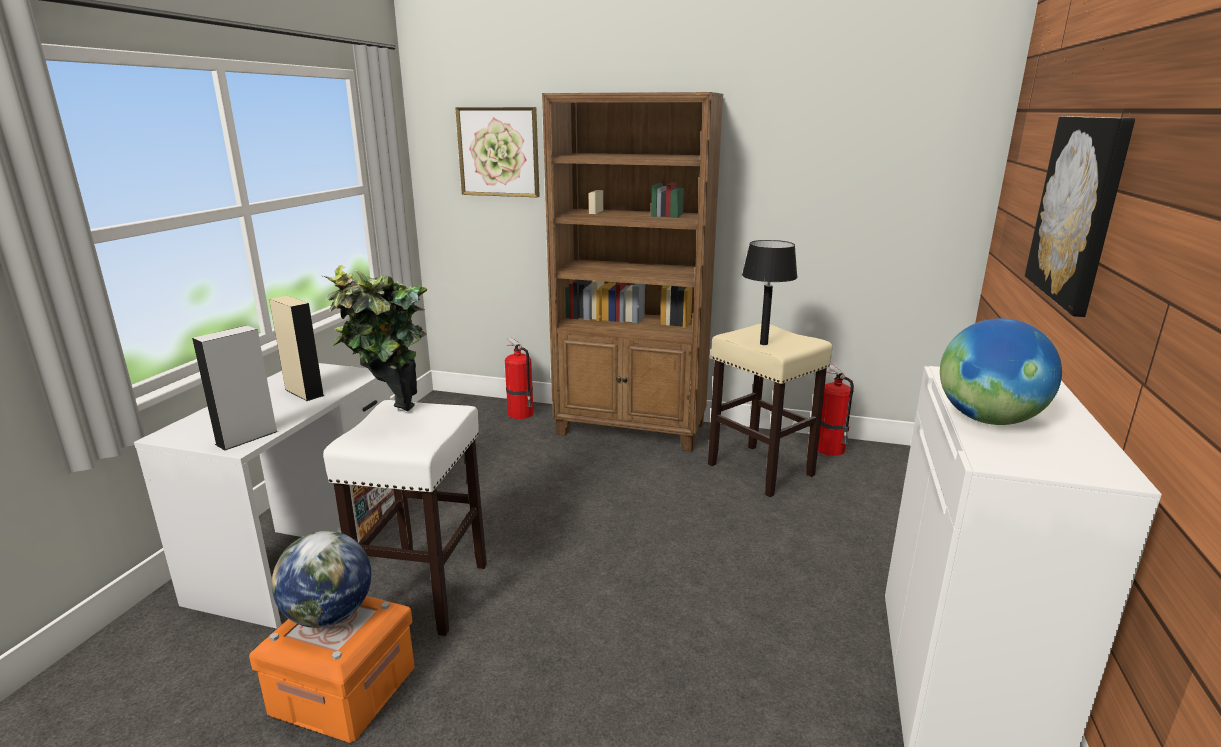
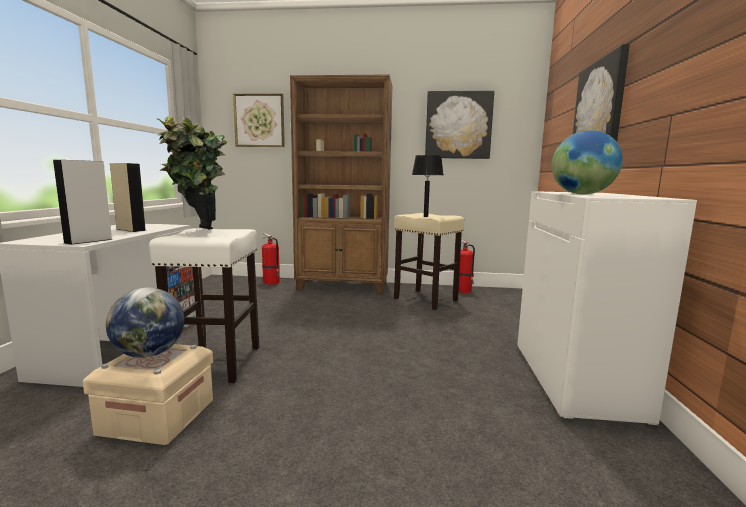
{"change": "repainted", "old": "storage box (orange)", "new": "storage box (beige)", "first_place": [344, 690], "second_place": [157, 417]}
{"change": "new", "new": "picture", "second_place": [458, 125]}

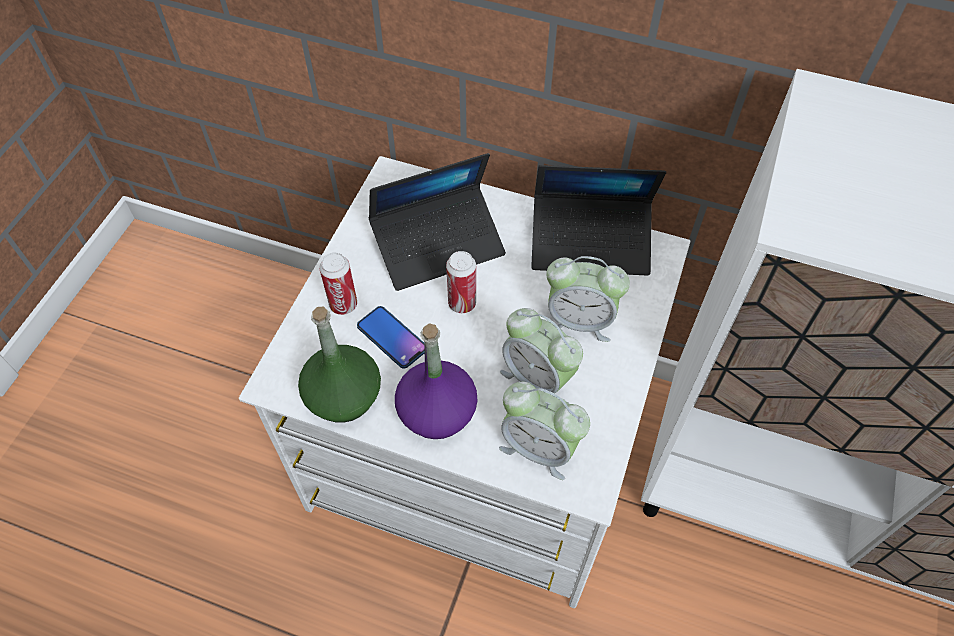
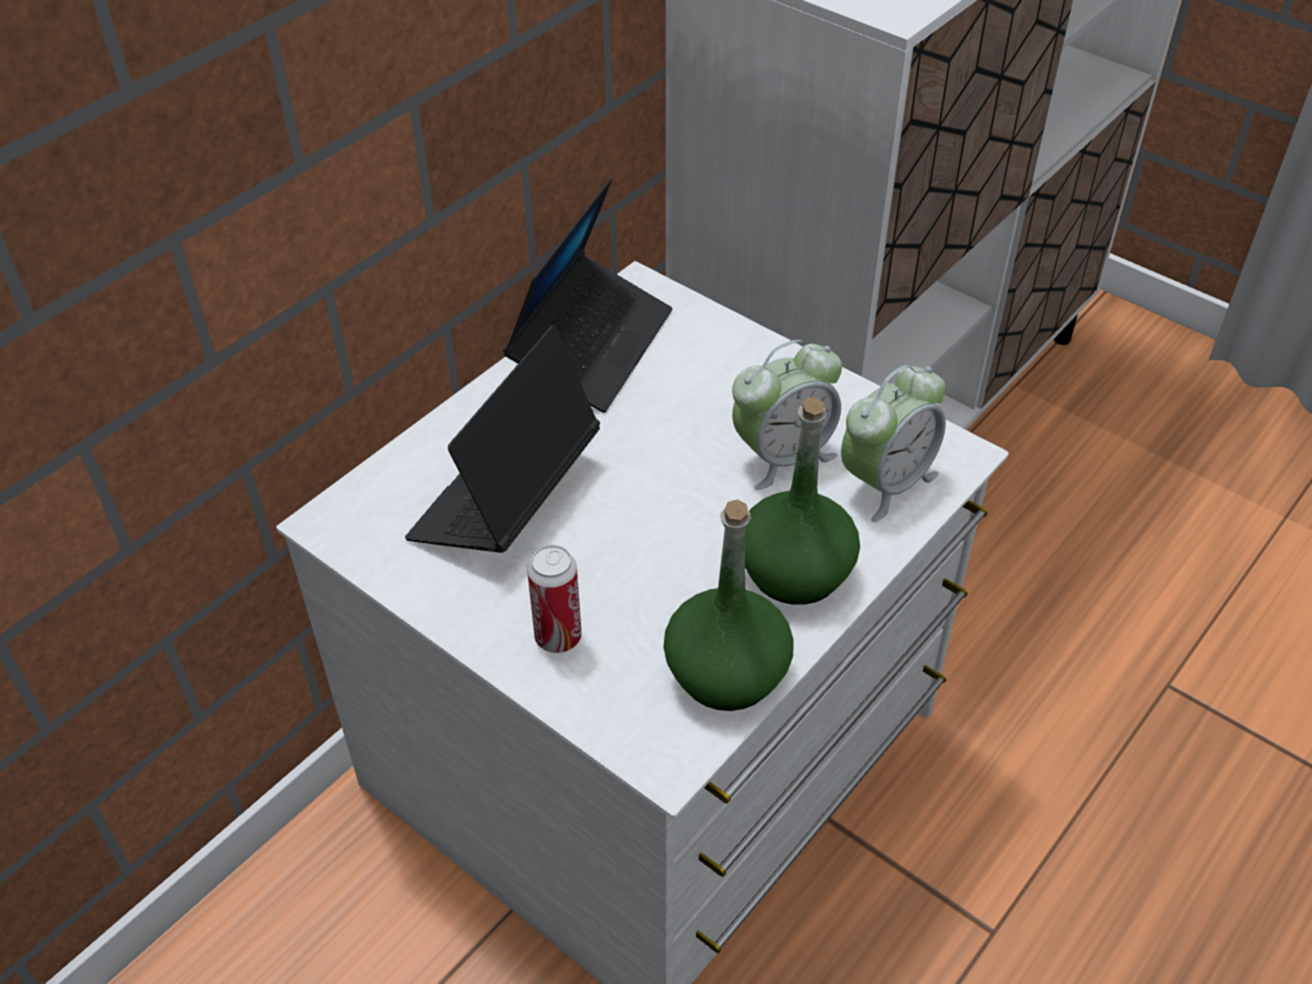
{"change": "rotated", "old": "laptop", "first_place": [438, 245], "second_place": [506, 498], "degrees": -150}
{"change": "repainted", "old": "bottle (purple)", "new": "bottle (green)", "first_place": [437, 412], "second_place": [796, 571]}
{"change": "gone", "old": "phone", "first_place": [392, 338]}
{"change": "gone", "old": "can", "first_place": [462, 303]}
{"change": "gone", "old": "alarm clock", "first_place": [579, 320]}

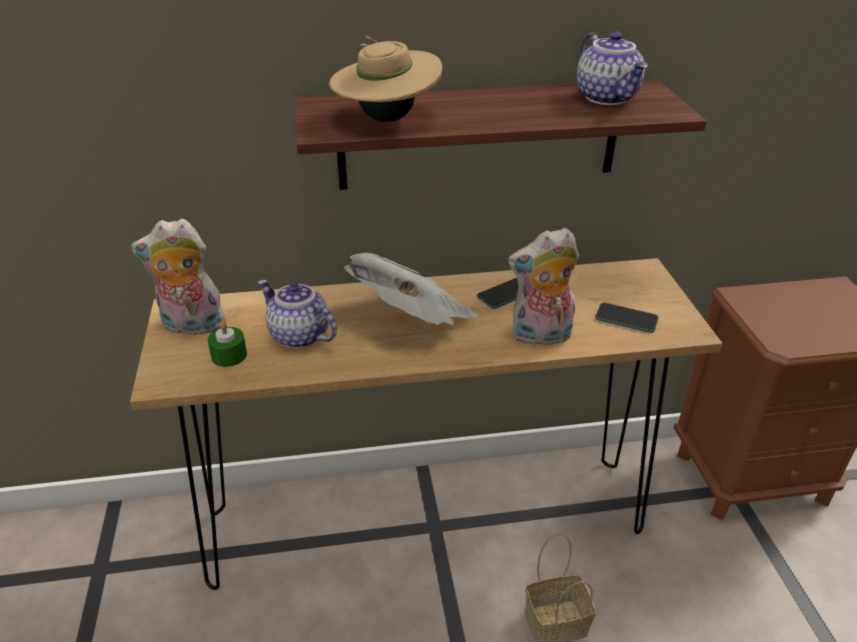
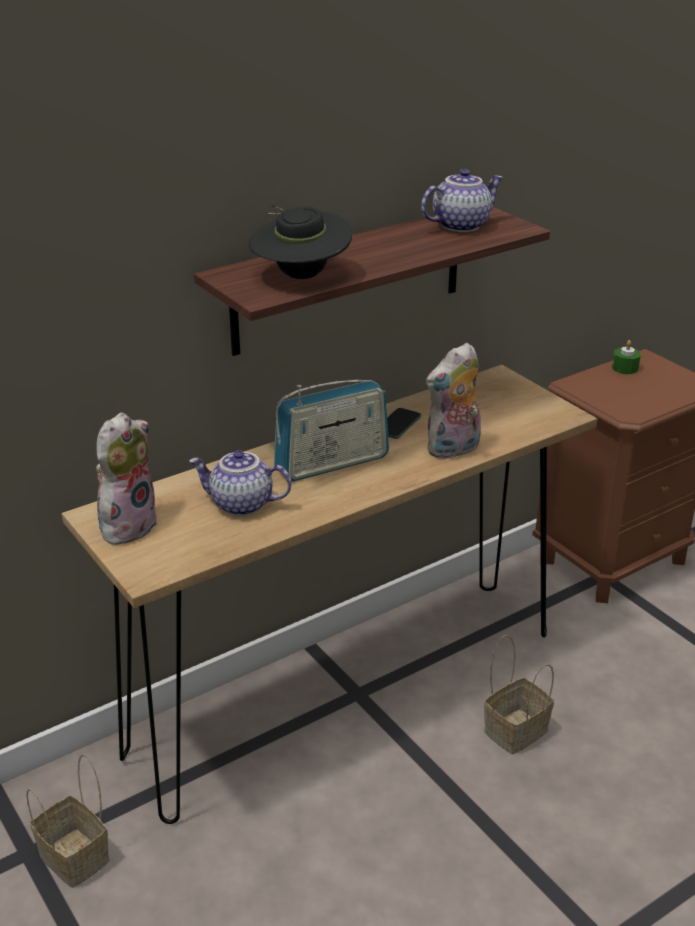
{"change": "new", "new": "basket", "second_place": [77, 858]}
{"change": "rotated", "old": "plush toy", "first_place": [191, 326], "second_place": [127, 525], "degrees": 150}
{"change": "repainted", "old": "hat (beige)", "new": "hat (black)", "first_place": [386, 118], "second_place": [300, 276]}
{"change": "swapped", "old": "newspaper", "new": "radio", "first_place": [412, 317], "second_place": [332, 463]}
{"change": "rotated", "old": "teapot", "first_place": [608, 97], "second_place": [460, 225], "degrees": -75}
{"change": "shifted", "old": "candle (green)", "first_place": [229, 355], "second_place": [625, 368]}
{"change": "gone", "old": "phone", "first_place": [626, 319]}

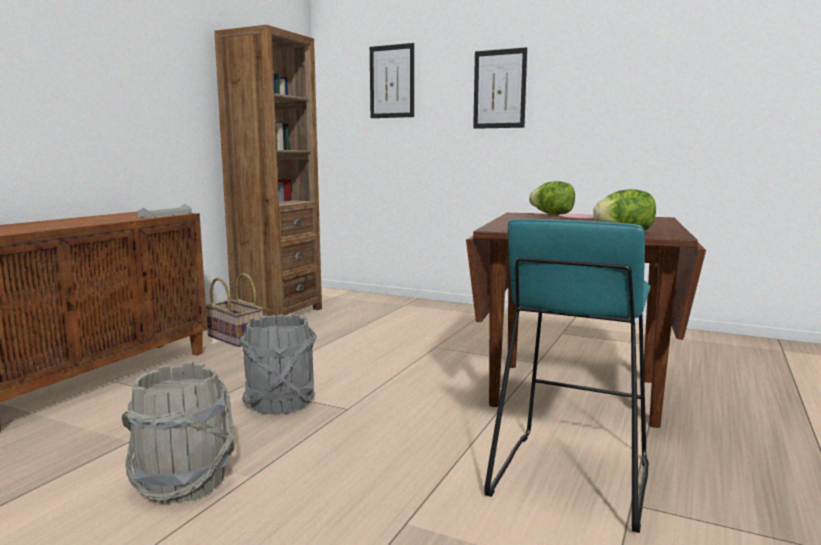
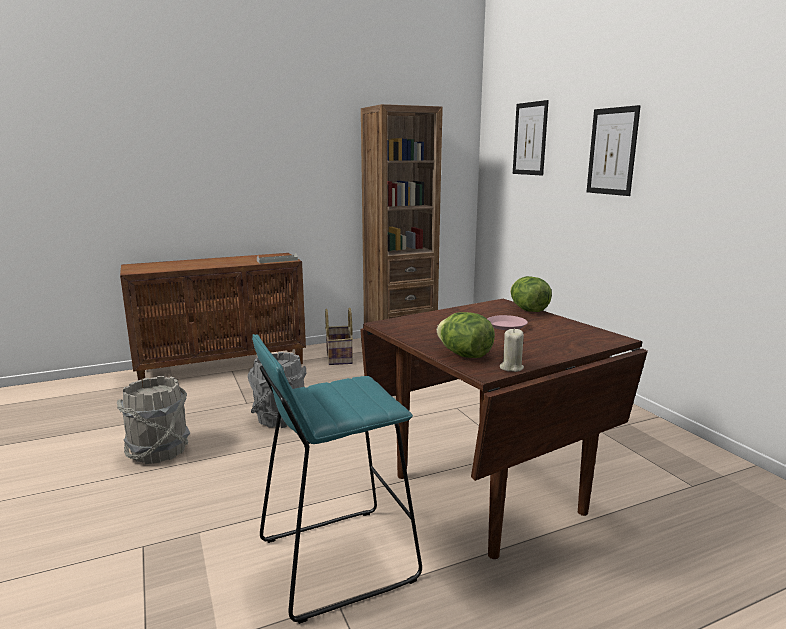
{"change": "new", "new": "candle (beige)", "second_place": [511, 367]}

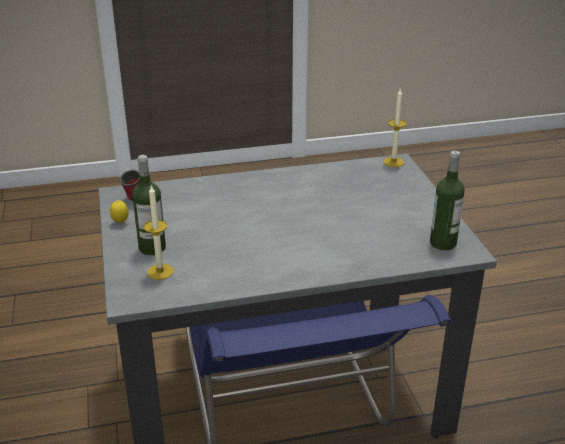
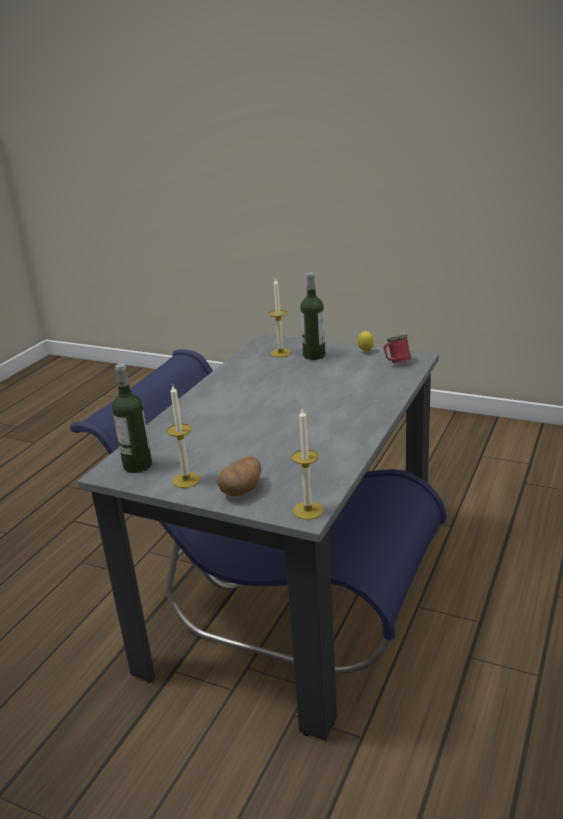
{"change": "new", "new": "candle", "second_place": [186, 480]}
{"change": "new", "new": "potato", "second_place": [242, 490]}

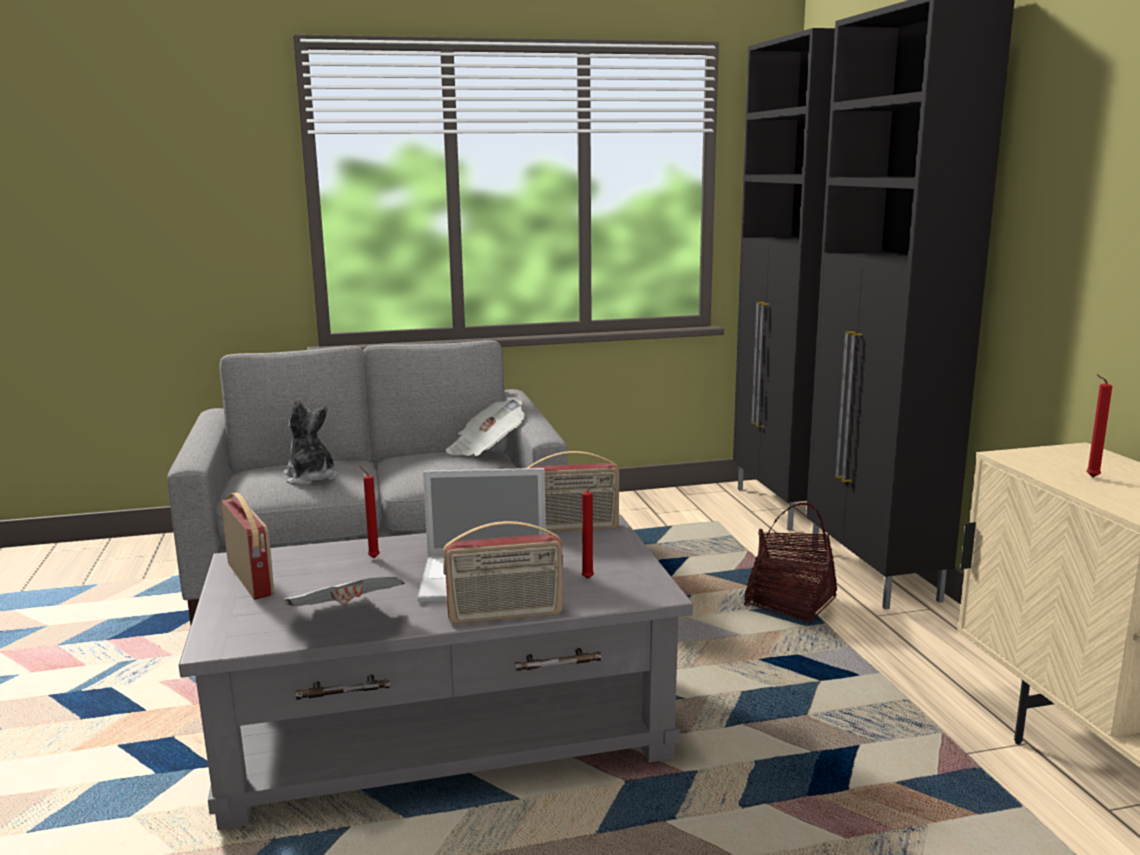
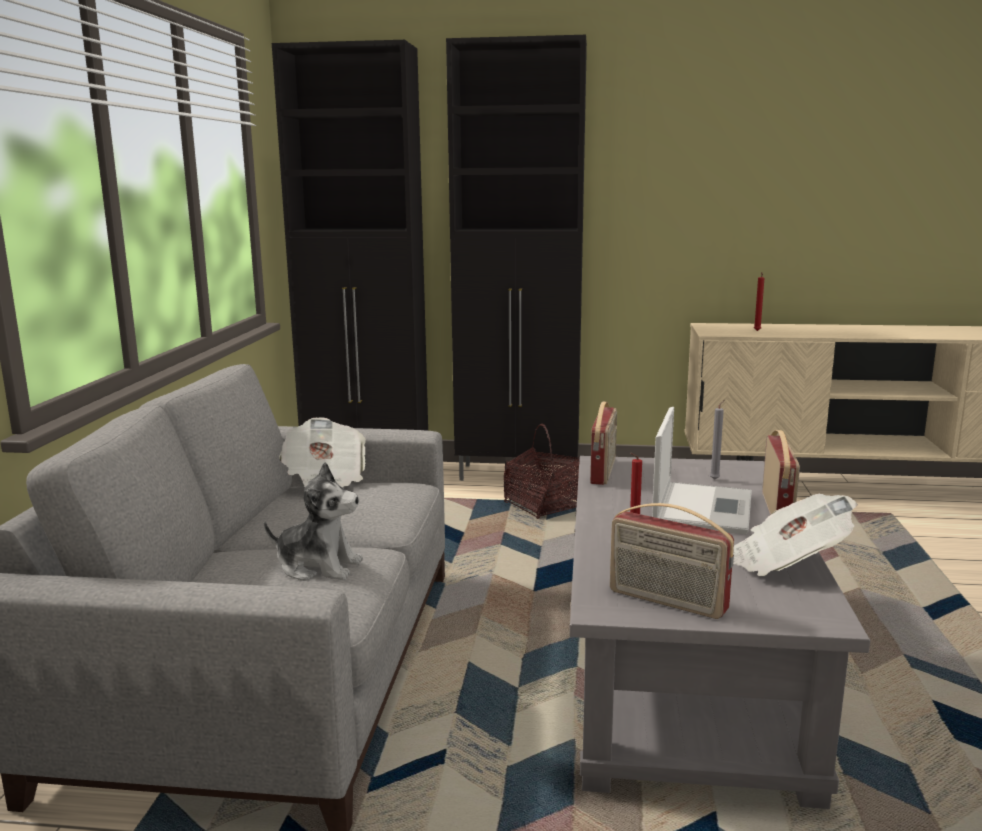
{"change": "rotated", "old": "plush toy", "first_place": [311, 478], "second_place": [318, 566], "degrees": -150}
{"change": "rotated", "old": "radio", "first_place": [251, 579], "second_place": [666, 601], "degrees": -135}
{"change": "repainted", "old": "candle (red)", "new": "candle (grey)", "first_place": [589, 579], "second_place": [715, 479]}

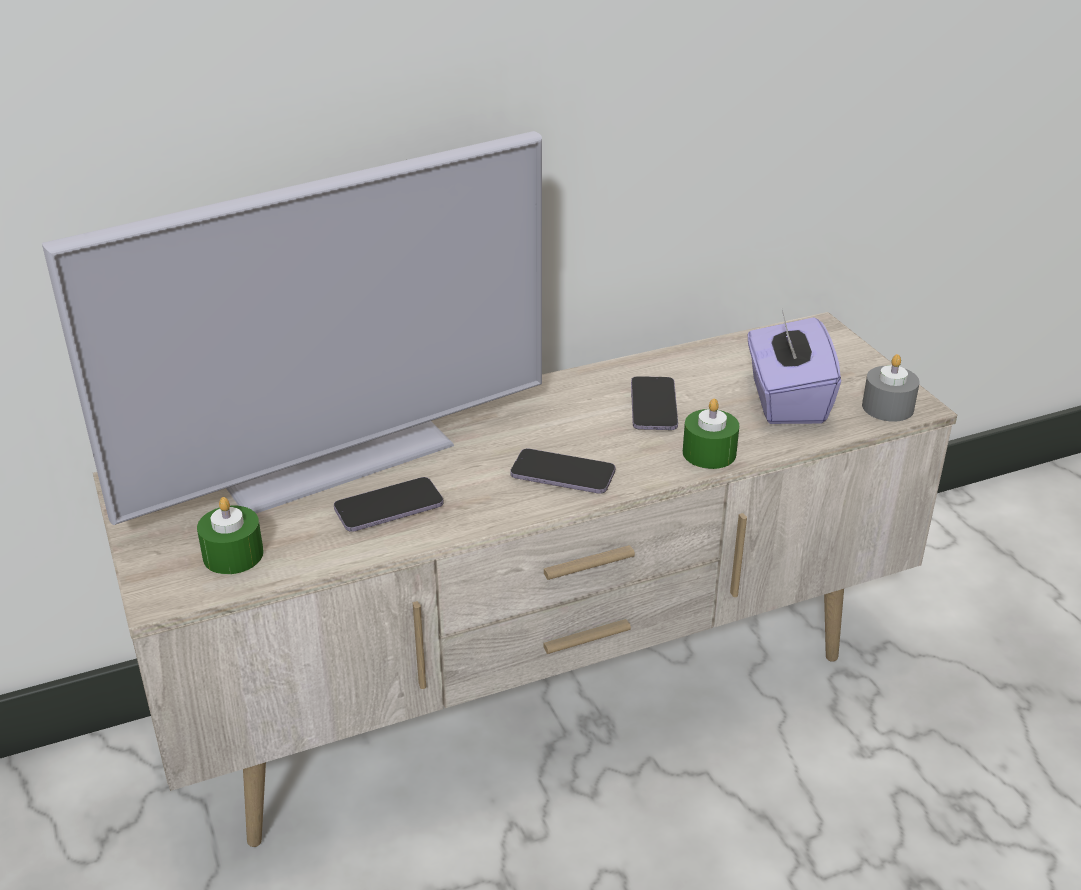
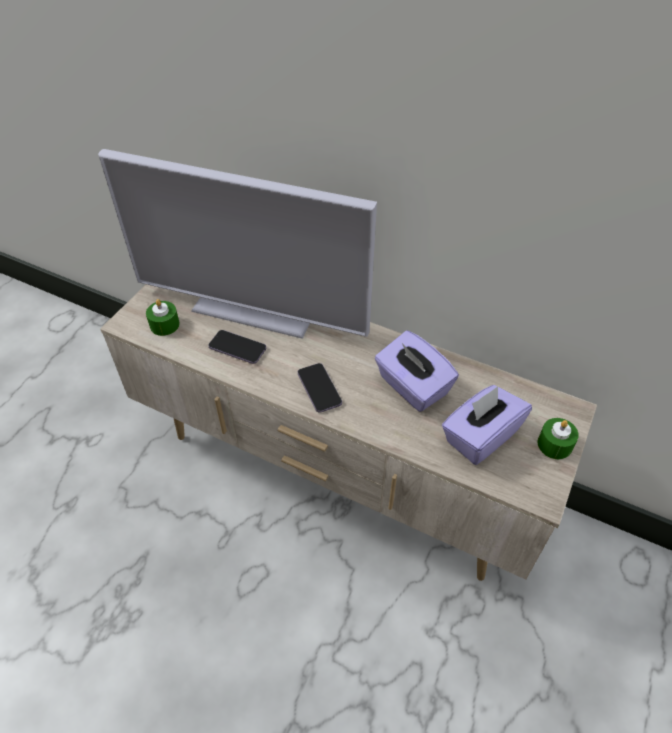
{"change": "swapped", "old": "phone", "new": "tissue box (purple)", "first_place": [653, 406], "second_place": [412, 387]}
{"change": "shifted", "old": "candle (green)", "first_place": [709, 453], "second_place": [554, 444]}
{"change": "gone", "old": "candle (grey)", "first_place": [887, 407]}

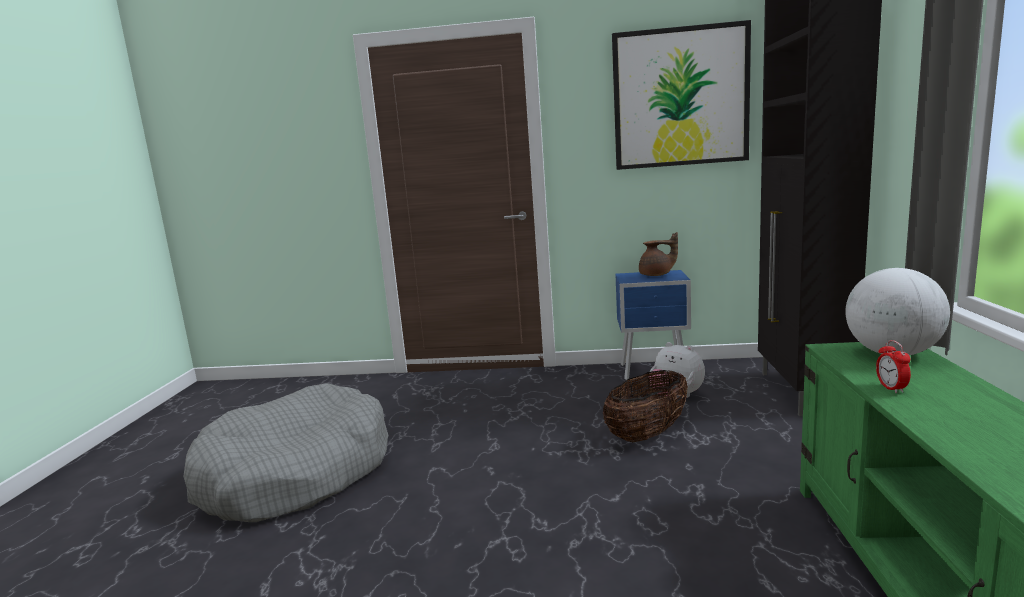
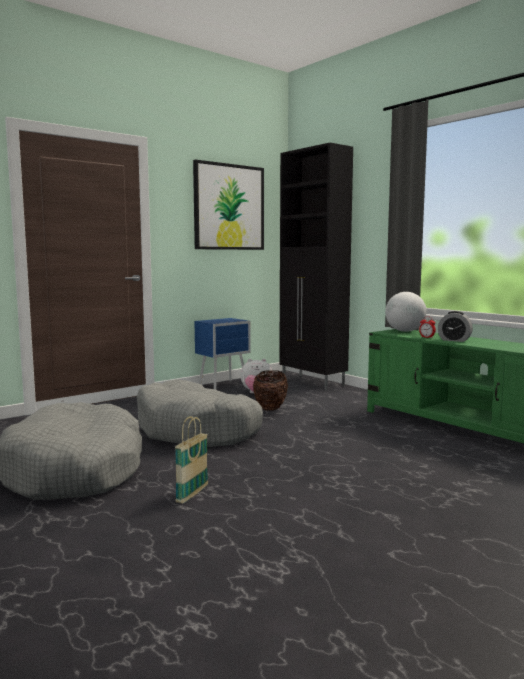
{"change": "new", "new": "dog bed (grey)", "second_place": [197, 431]}
{"change": "new", "new": "basket", "second_place": [192, 494]}
{"change": "new", "new": "alarm clock", "second_place": [454, 340]}
{"change": "gone", "old": "teapot (brown)", "first_place": [656, 275]}

